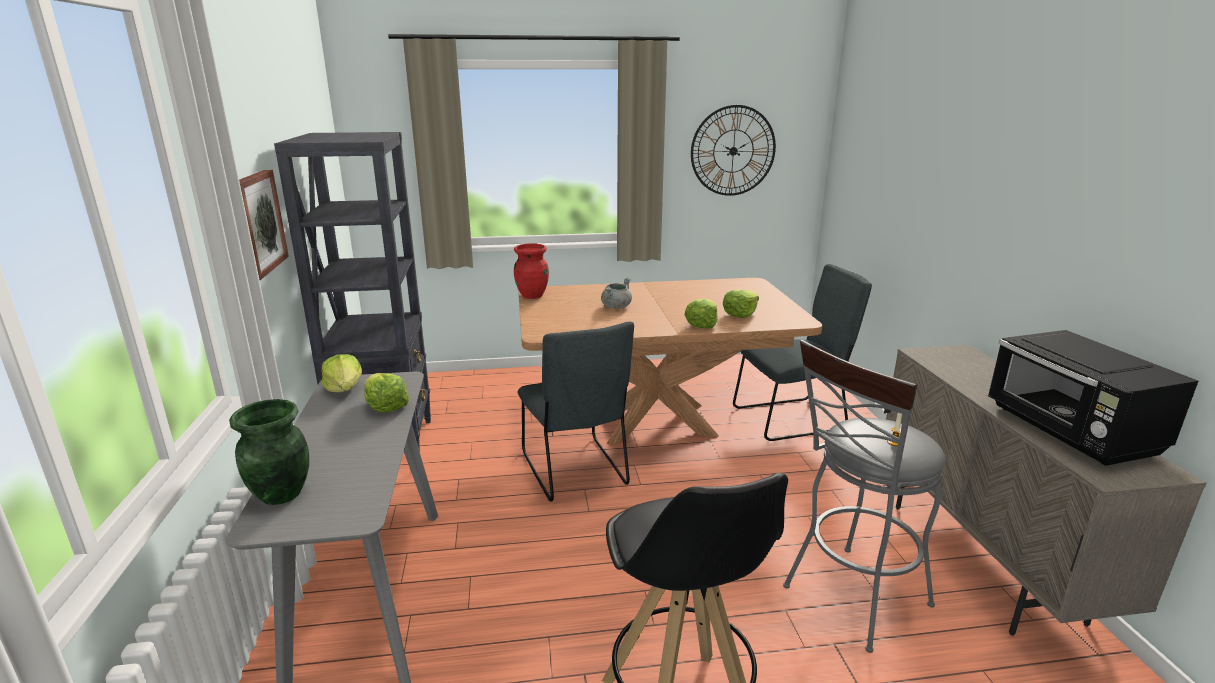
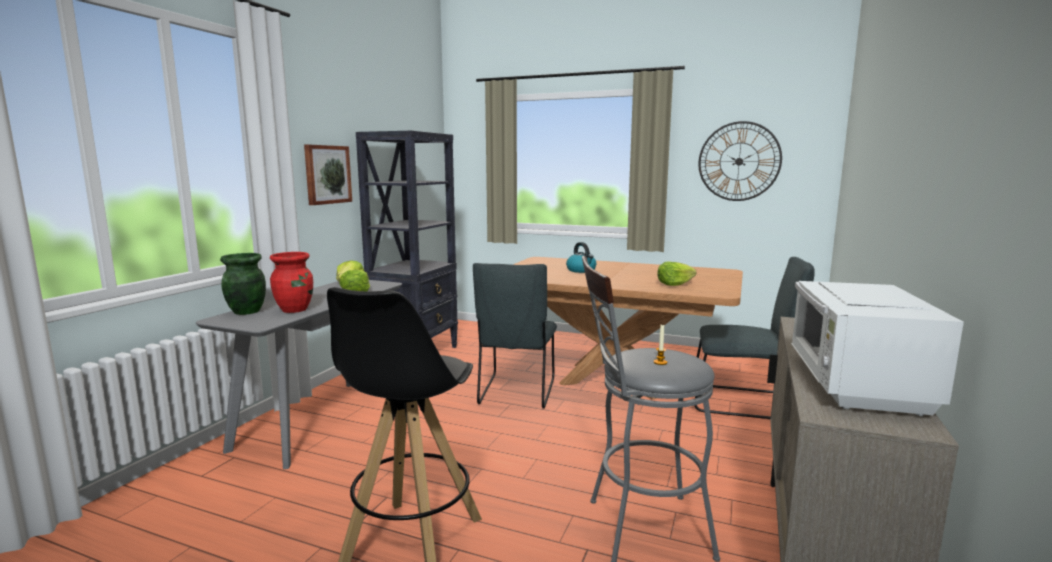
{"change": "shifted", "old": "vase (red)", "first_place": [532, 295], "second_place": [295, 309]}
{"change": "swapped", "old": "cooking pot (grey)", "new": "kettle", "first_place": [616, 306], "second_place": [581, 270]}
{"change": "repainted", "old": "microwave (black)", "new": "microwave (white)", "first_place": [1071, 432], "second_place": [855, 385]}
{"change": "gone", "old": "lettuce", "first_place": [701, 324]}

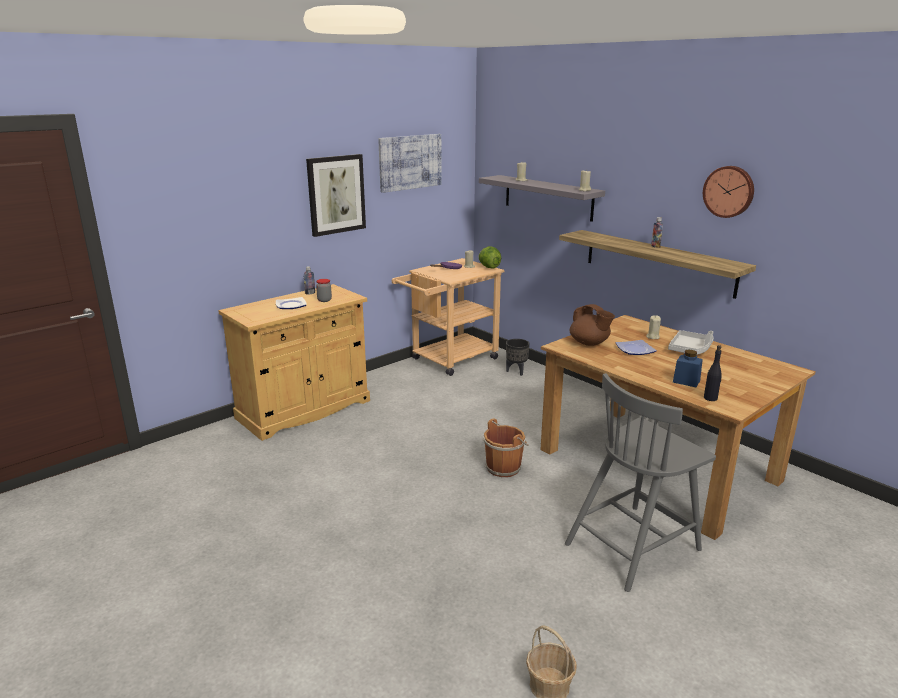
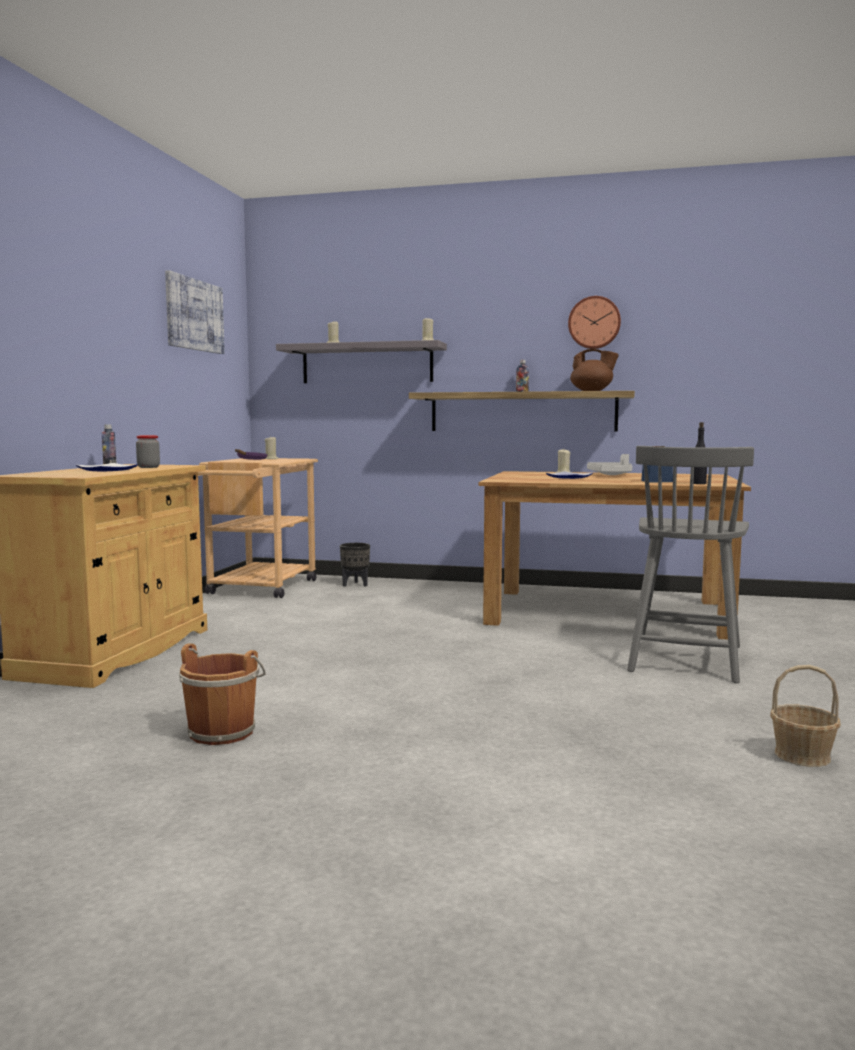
{"change": "shifted", "old": "bucket (brown)", "first_place": [504, 467], "second_place": [223, 731]}
{"change": "shifted", "old": "teapot (brown)", "first_place": [589, 343], "second_place": [592, 391]}
{"change": "gone", "old": "picture", "first_place": [336, 194]}
{"change": "gone", "old": "lettuce", "first_place": [489, 267]}

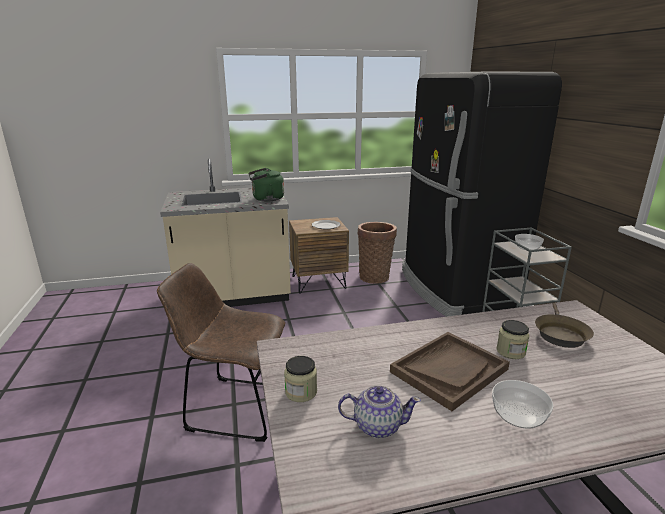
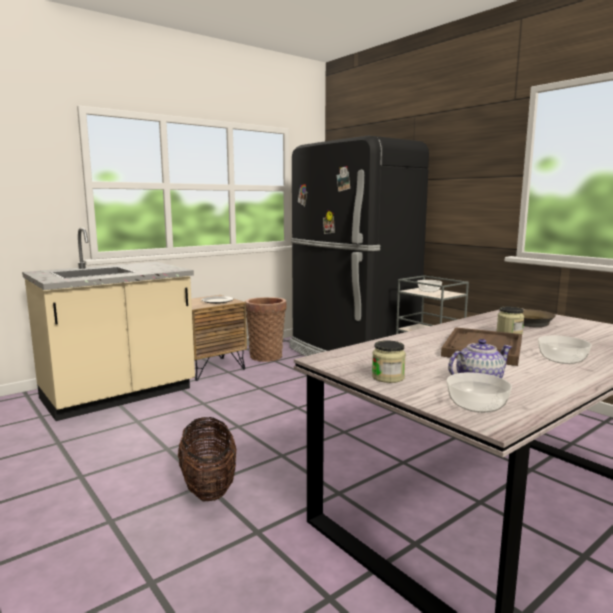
{"change": "swapped", "old": "chair (brown)", "new": "basket", "first_place": [234, 407], "second_place": [209, 487]}
{"change": "new", "new": "bowl", "second_place": [477, 405]}
{"change": "gone", "old": "kettle (green)", "first_place": [266, 199]}

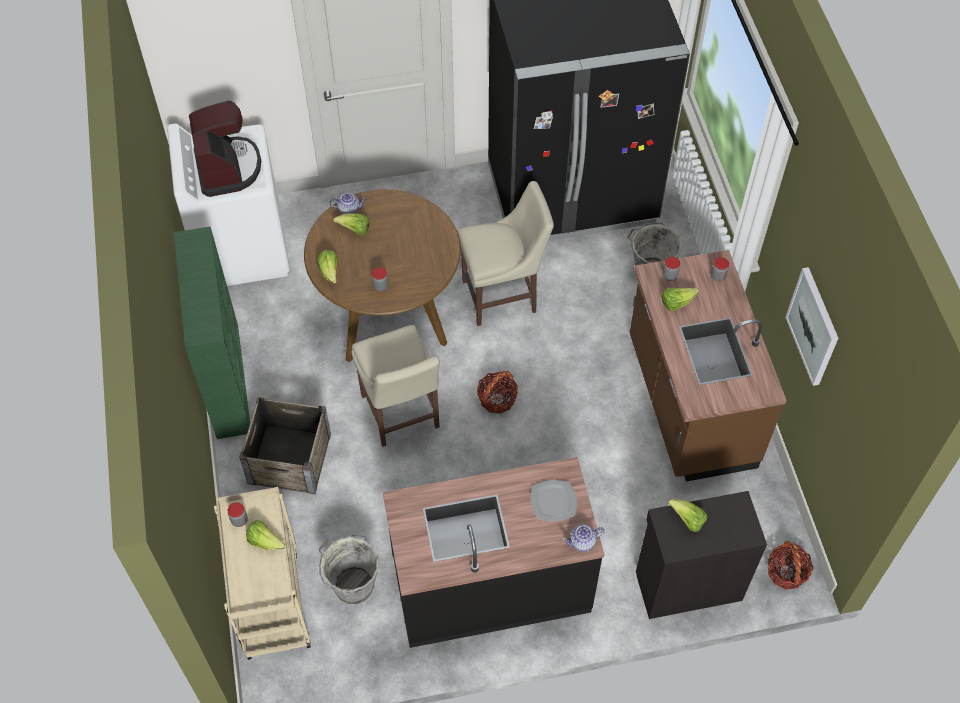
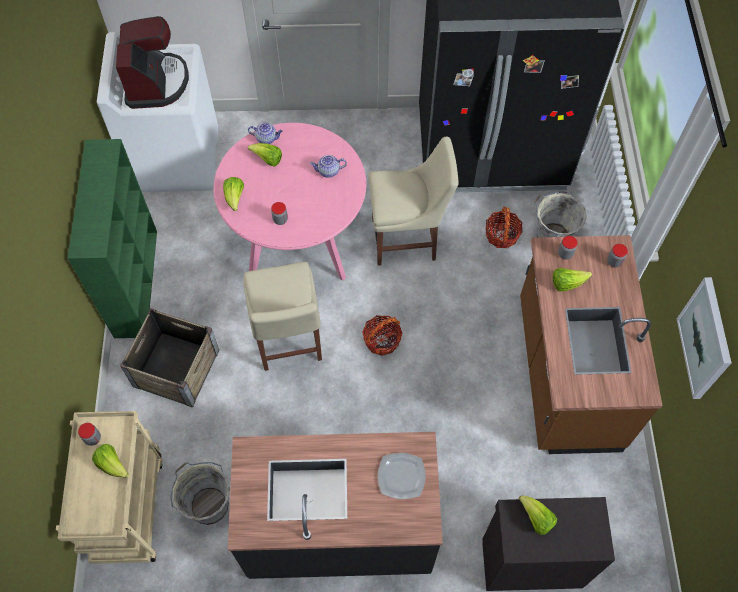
{"change": "repainted", "old": "dining table (brown)", "new": "dining table (pink)", "first_place": [388, 312], "second_place": [297, 239]}
{"change": "shifted", "old": "teapot", "first_place": [582, 542], "second_place": [328, 171]}
{"change": "shifted", "old": "basket", "first_place": [786, 572], "second_place": [502, 235]}

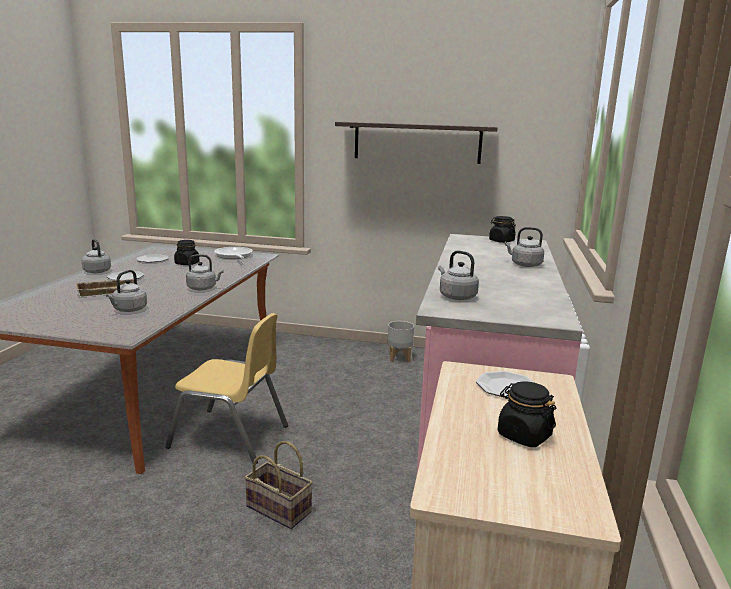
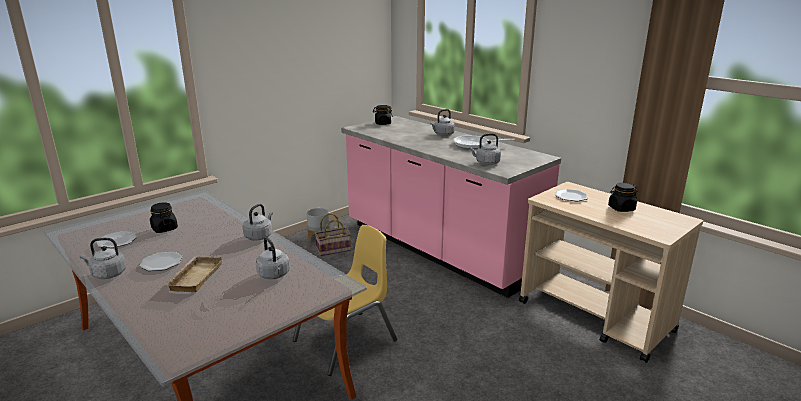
{"change": "shifted", "old": "basket", "first_place": [281, 509], "second_place": [334, 249]}
{"change": "shifted", "old": "frying pan", "first_place": [234, 256], "second_place": [474, 145]}
{"change": "gone", "old": "shelf", "first_place": [417, 142]}

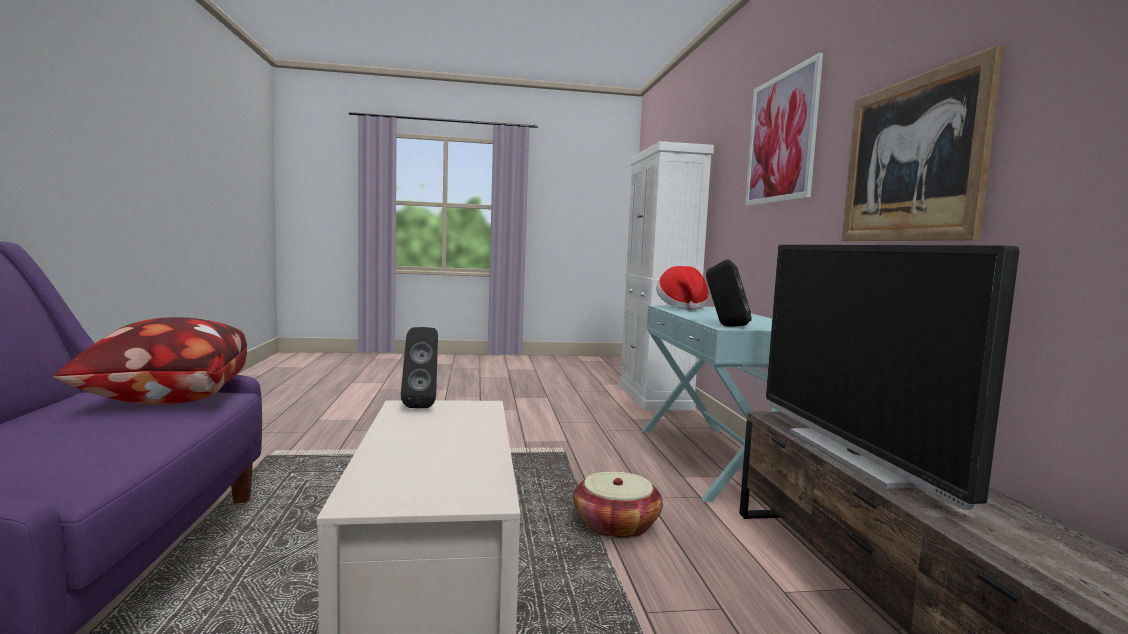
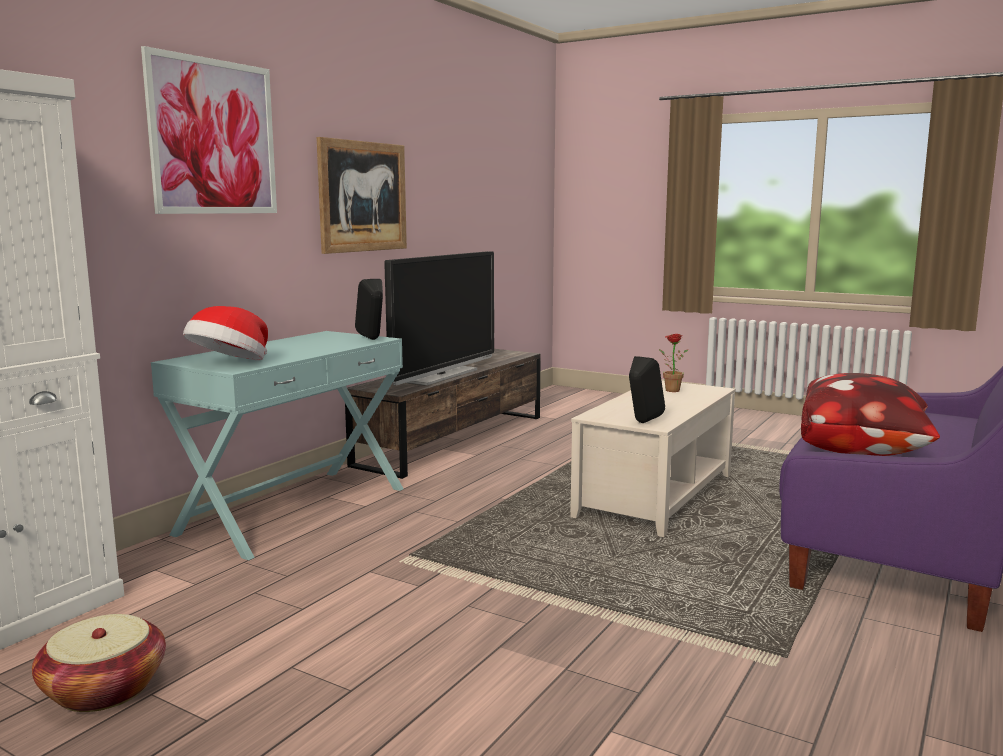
{"change": "shifted", "old": "basket", "first_place": [616, 525], "second_place": [104, 689]}
{"change": "new", "new": "potted plant", "second_place": [669, 390]}

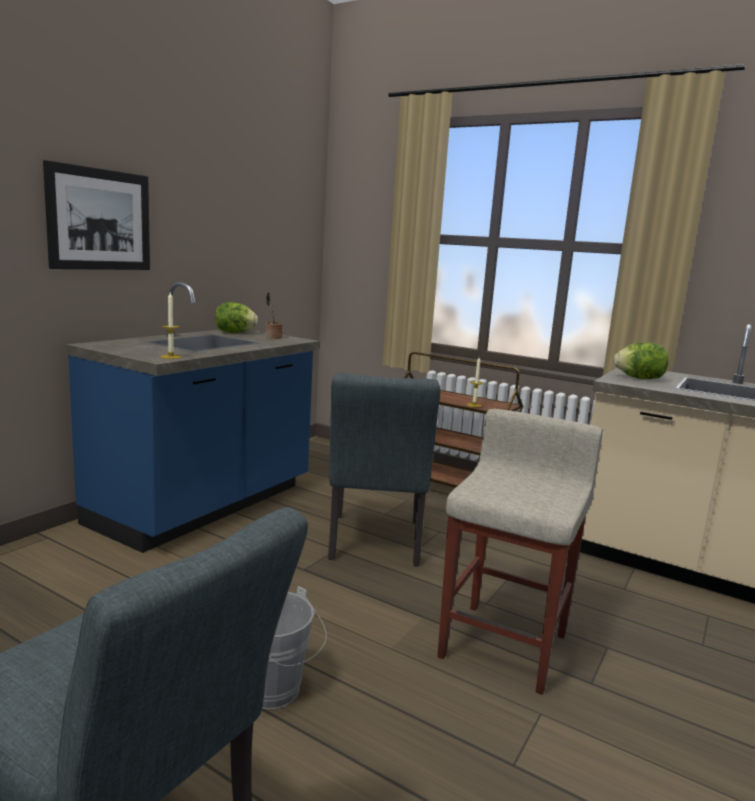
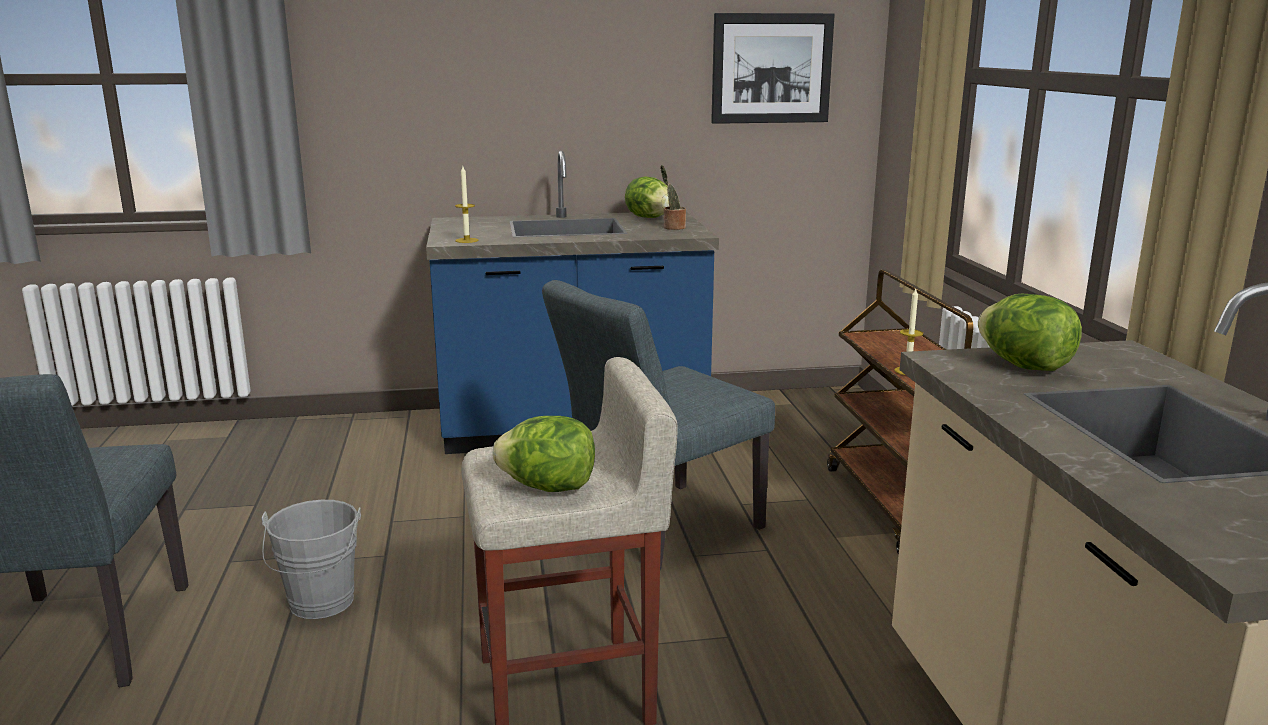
{"change": "new", "new": "lettuce", "second_place": [548, 487]}
{"change": "shifted", "old": "picture", "first_place": [100, 219], "second_place": [771, 68]}

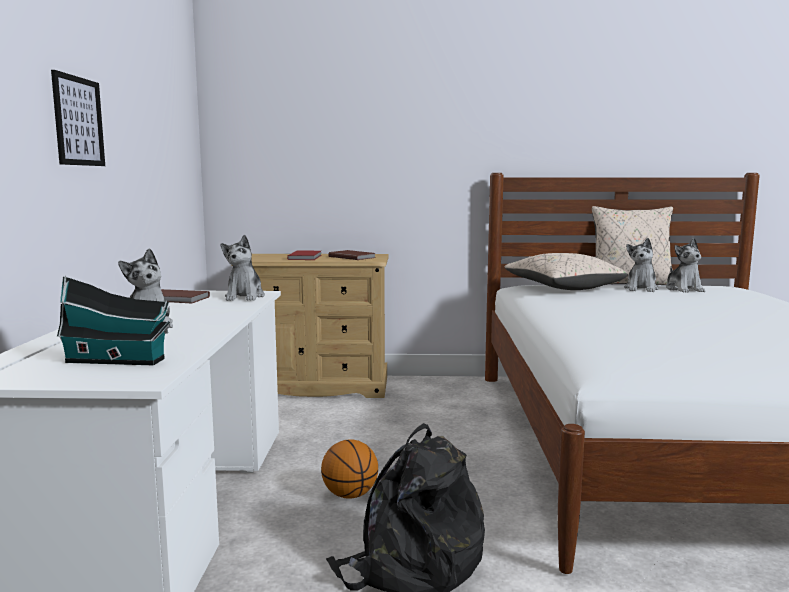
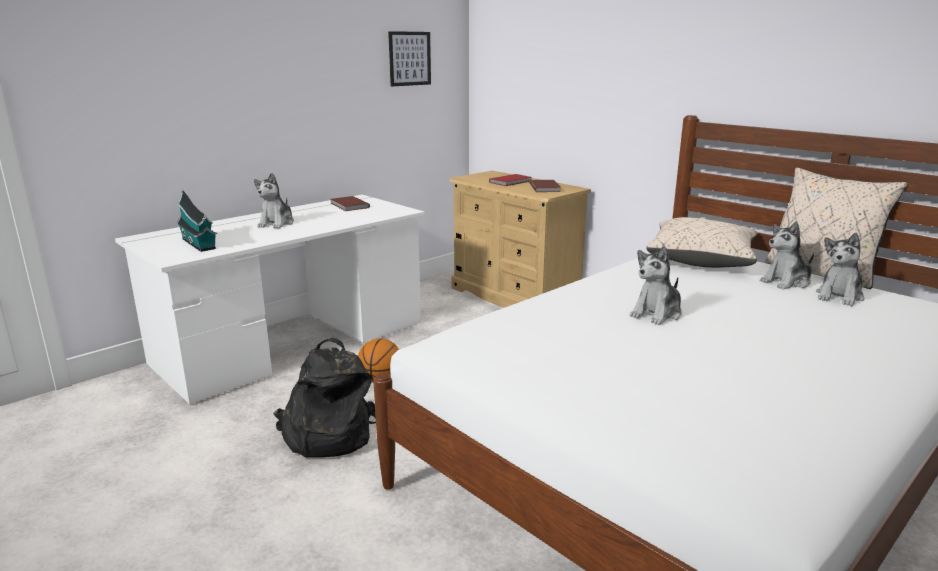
{"change": "shifted", "old": "picture", "first_place": [78, 121], "second_place": [409, 58]}
{"change": "shifted", "old": "plush toy", "first_place": [245, 297], "second_place": [657, 314]}

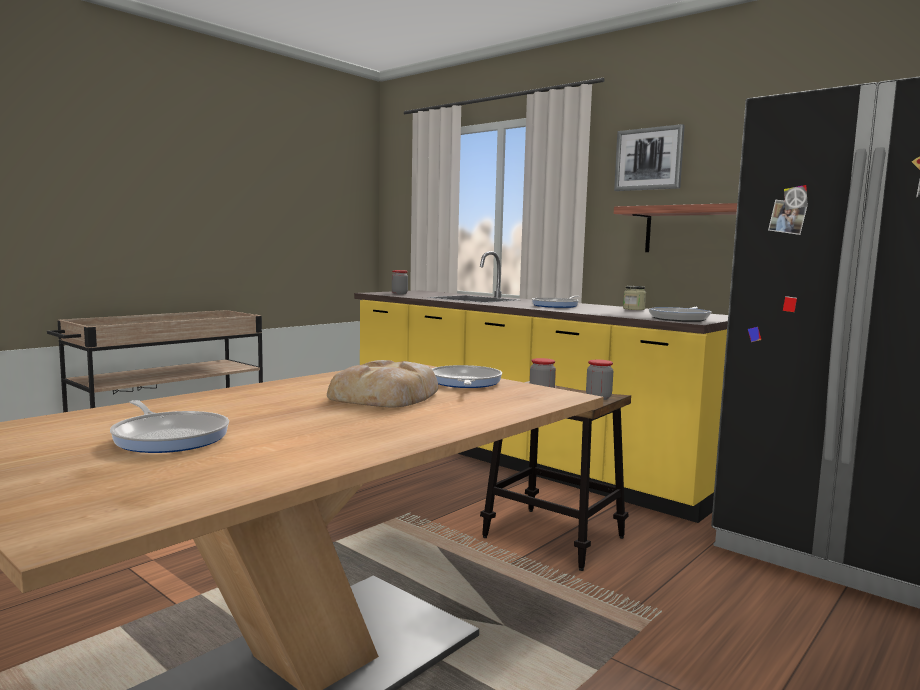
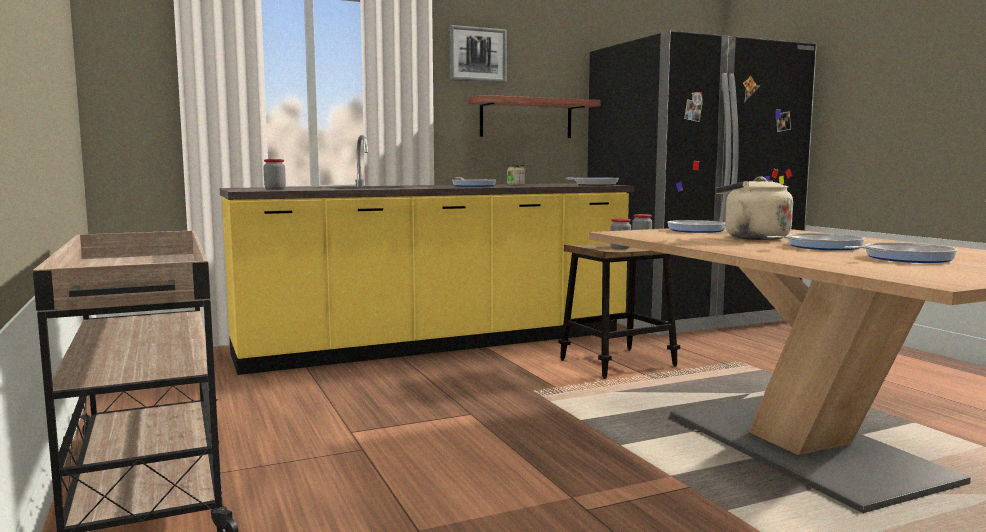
{"change": "swapped", "old": "bread", "new": "kettle (beige)", "first_place": [386, 396], "second_place": [752, 238]}
{"change": "new", "new": "frying pan", "second_place": [820, 246]}

